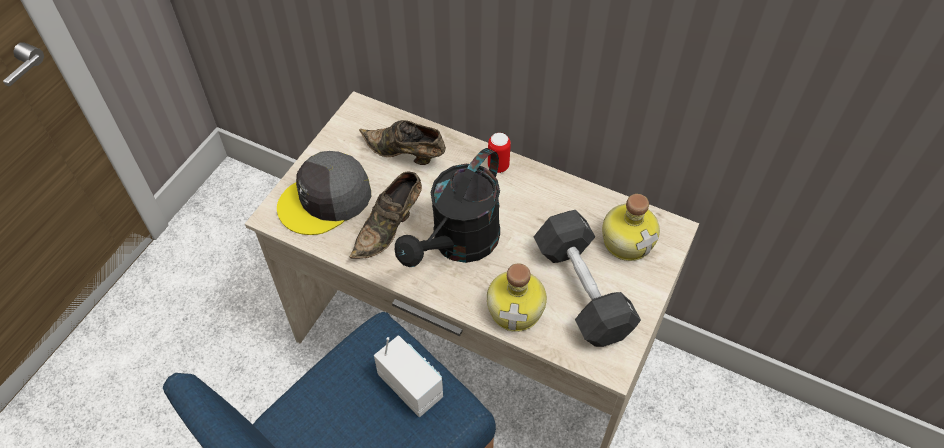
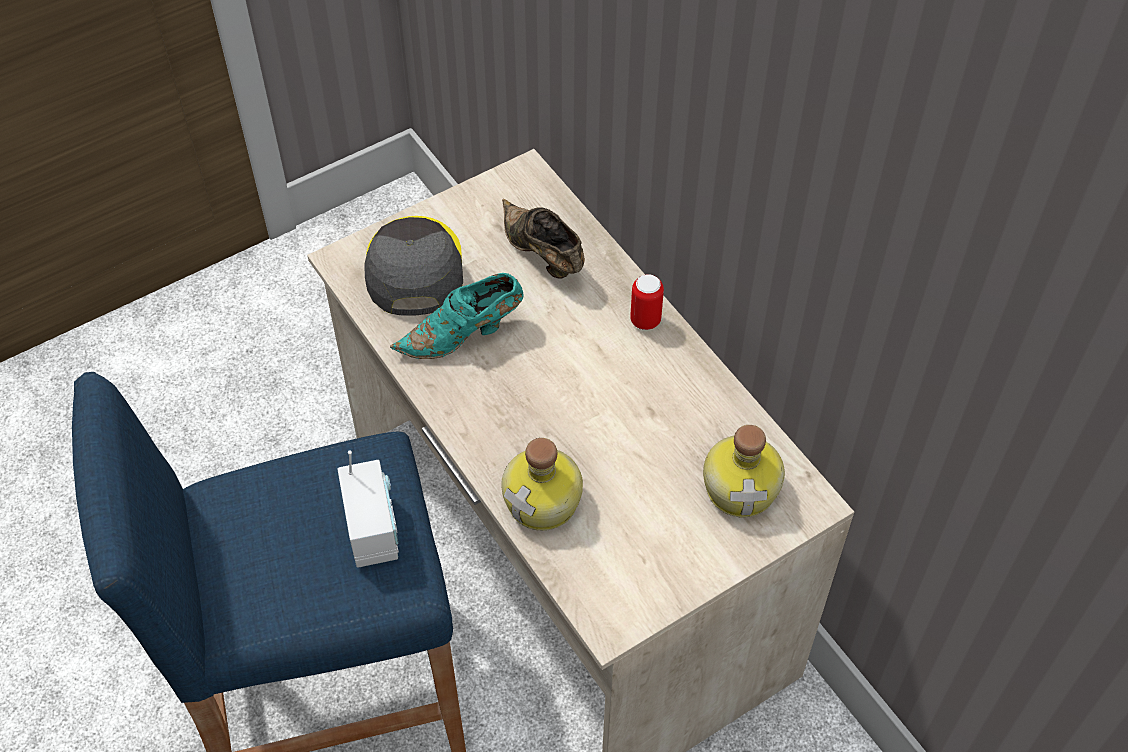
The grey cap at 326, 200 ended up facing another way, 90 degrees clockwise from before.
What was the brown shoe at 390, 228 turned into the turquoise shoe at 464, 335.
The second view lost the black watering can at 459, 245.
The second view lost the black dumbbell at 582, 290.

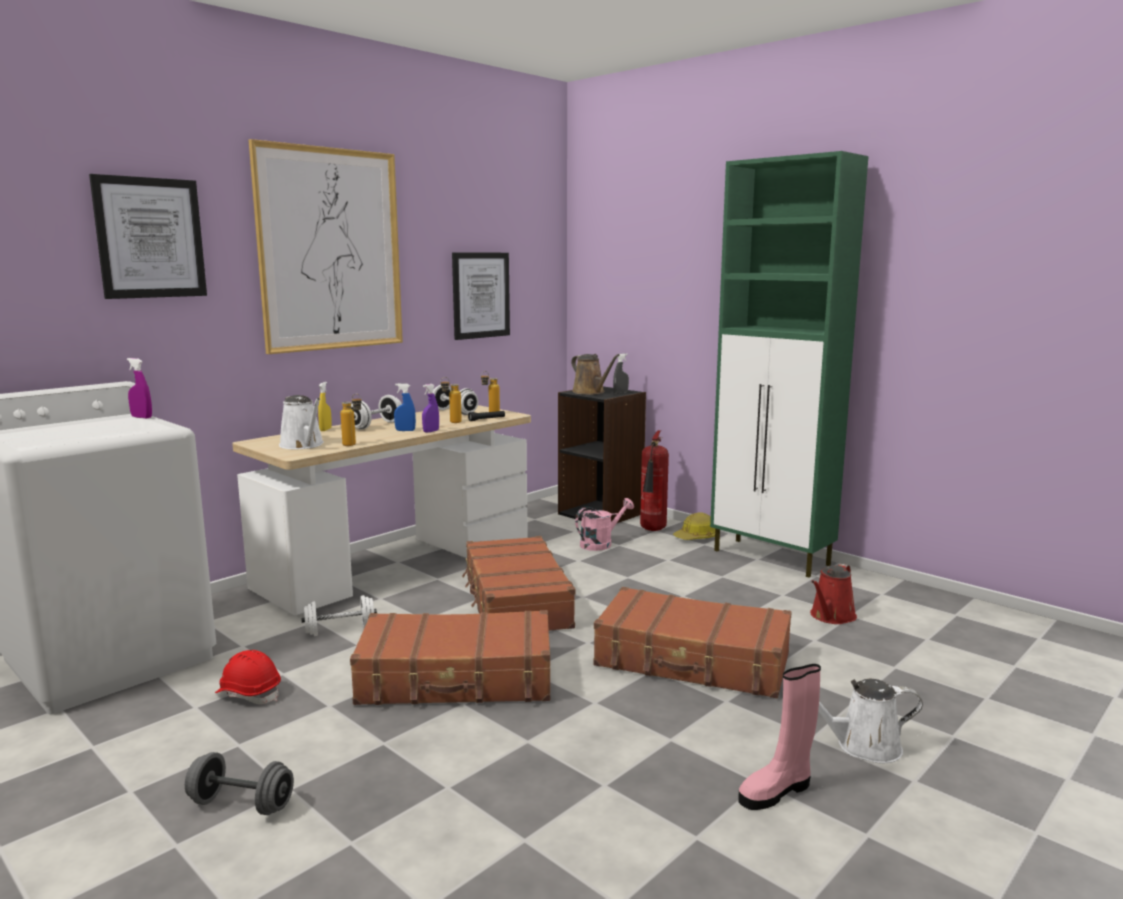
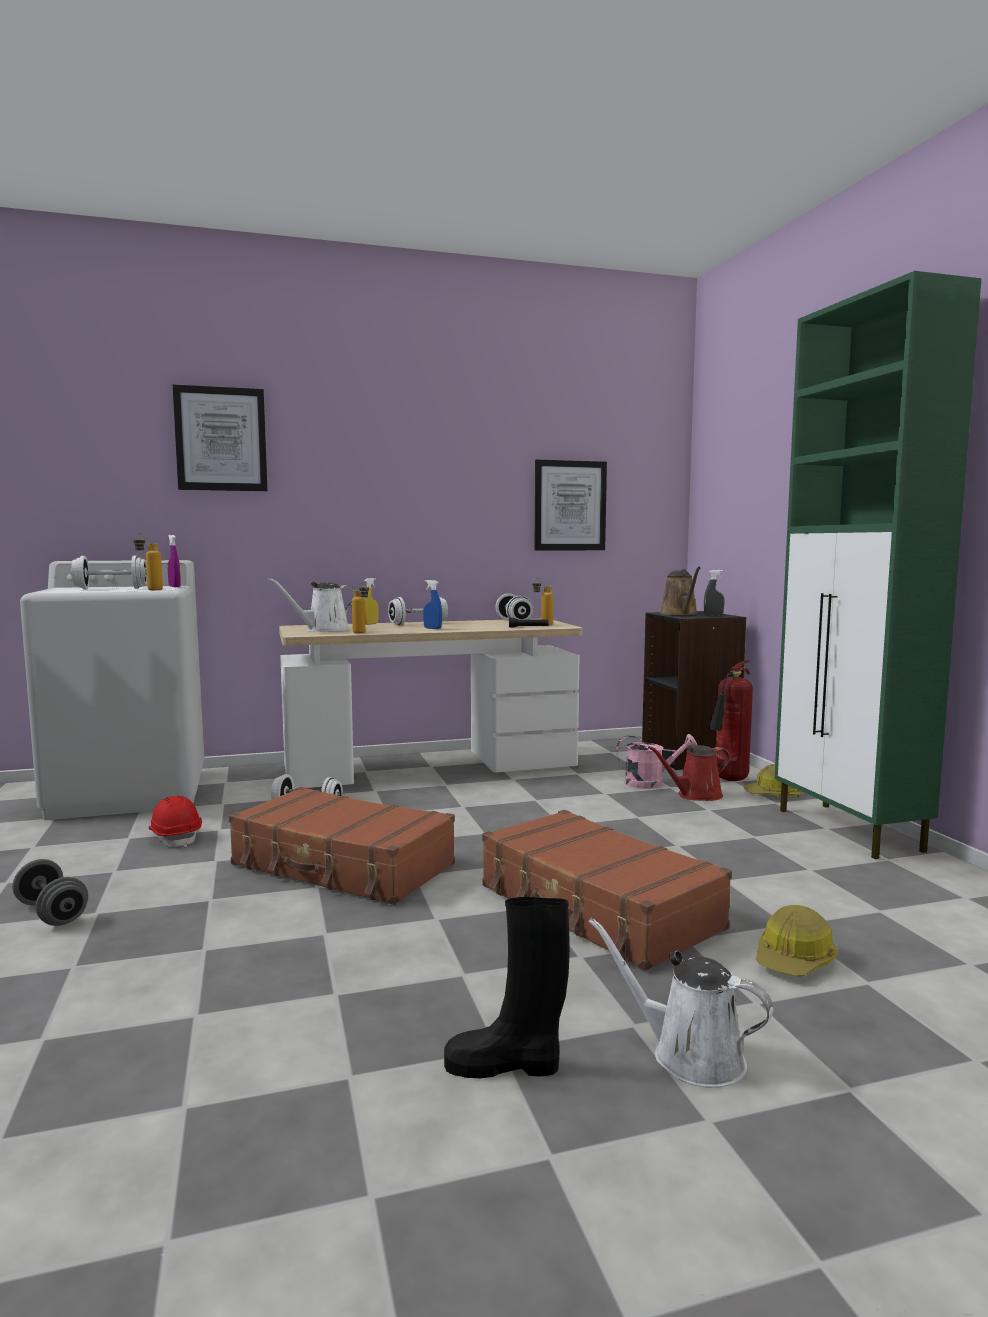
The second view gained the white dumbbell at 111, 589.
The bottle ended up elsewhere, having gone from 451, 422 to 149, 590.
The white watering can at 303, 445 ended up facing another way, 60 degrees clockwise from before.
What was the pink boot at 776, 791 turned into the black boot at 505, 1065.
The red watering can ended up elsewhere, having gone from 831, 617 to 695, 795.
The second view gained the hard hat at 794, 960.
The second view lost the picture at 330, 250.
The second view lost the purple spray bottle at 431, 431.
The second view lost the brown suitcase at 515, 601.

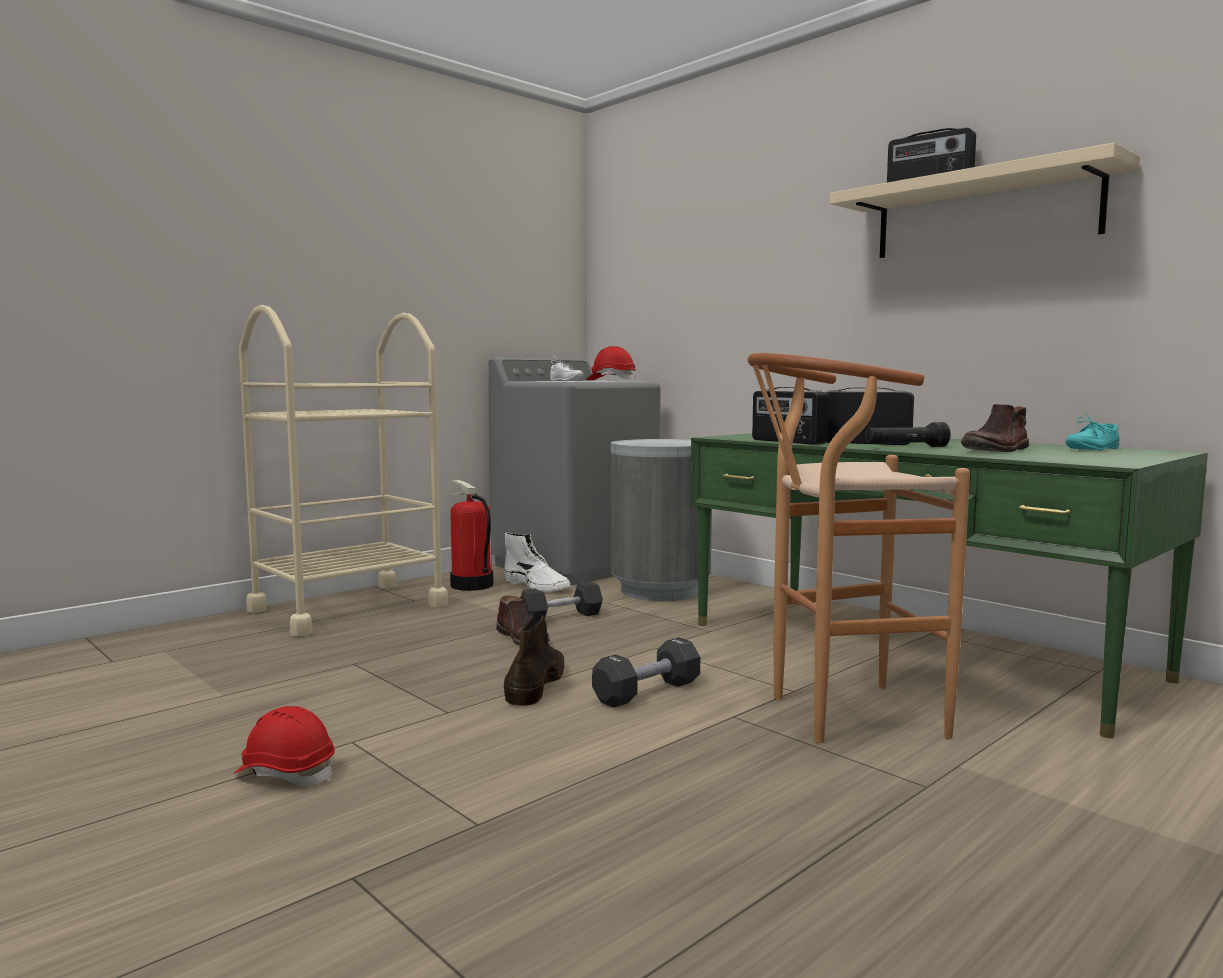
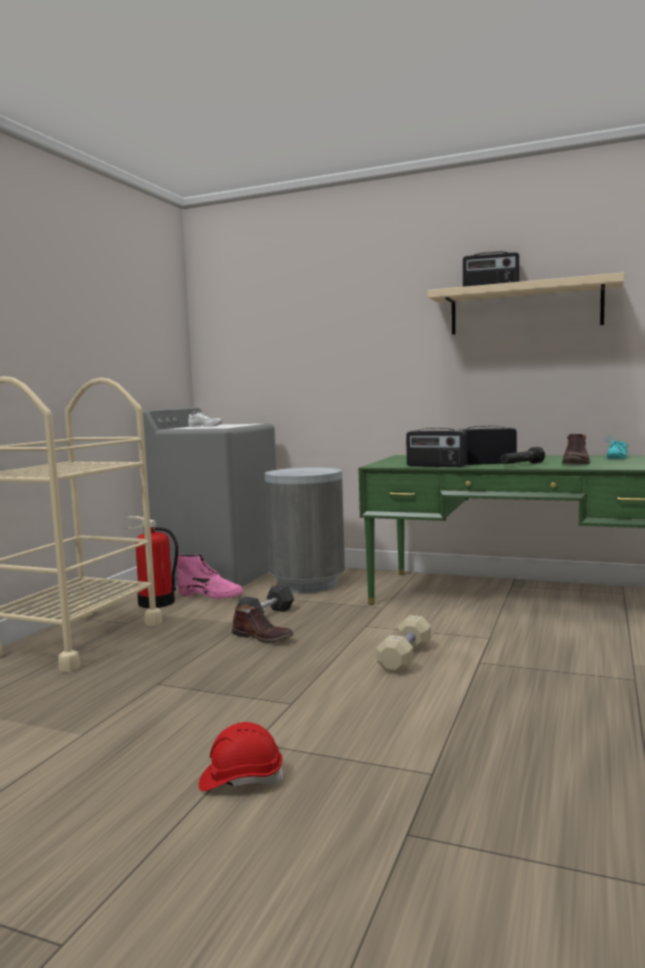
What was the white boot at 537, 586 turned into the pink boot at 211, 595.
What was the black dumbbell at 647, 692 turned into the beige dumbbell at 405, 658.
The second view lost the brown boot at 536, 683.
The second view lost the red hard hat at 611, 380.
The second view lost the brown stool at 839, 715.

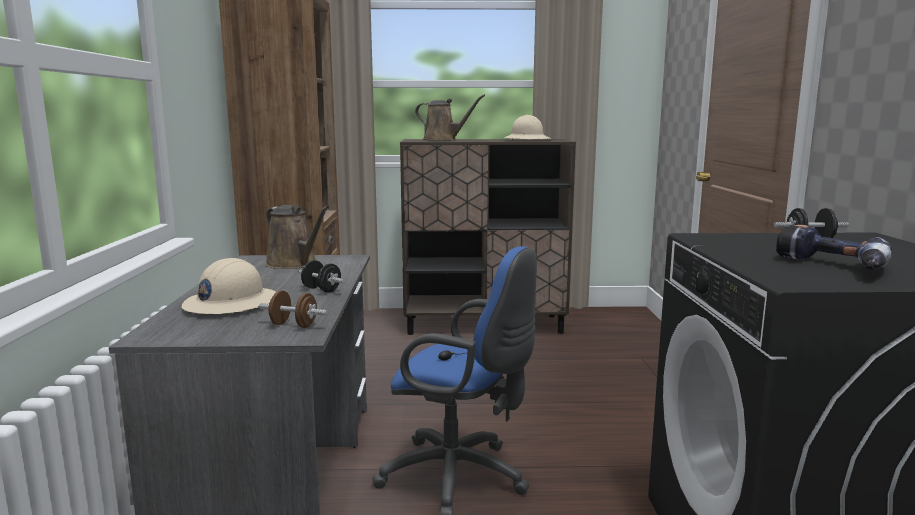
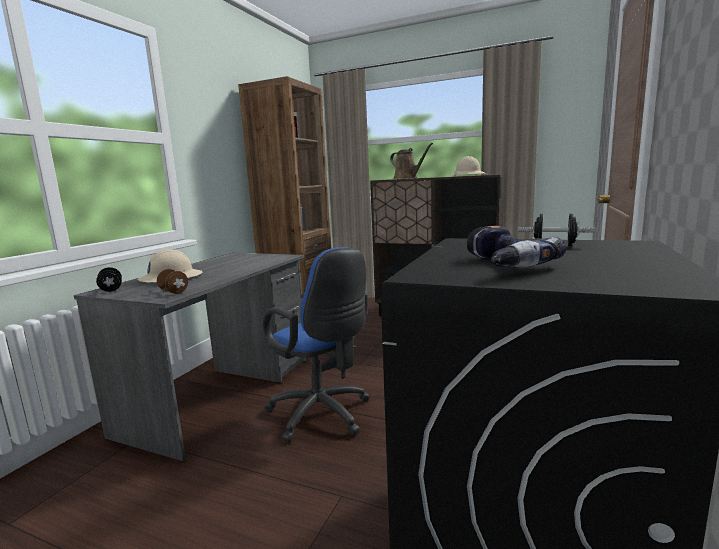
The black dumbbell ended up elsewhere, having gone from 321, 290 to 111, 289.
The second view lost the brown watering can at 294, 264.

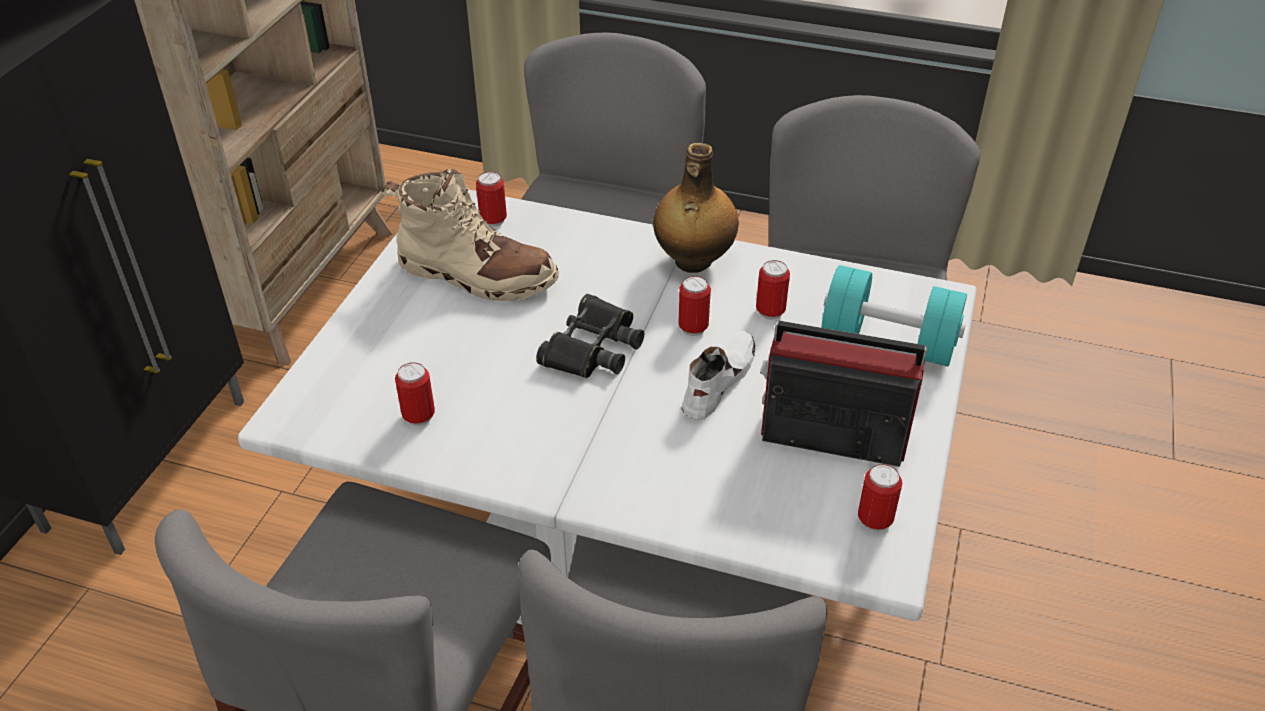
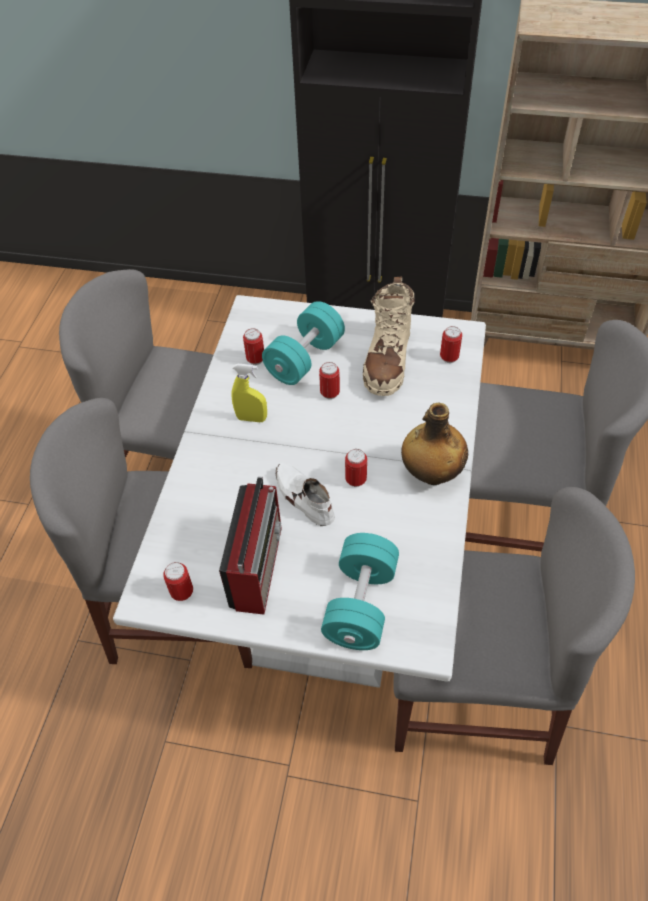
The second view gained the yellow spray bottle at 251, 418.
The second view gained the turquoise dumbbell at 305, 358.
The white shoe at 717, 381 ended up facing another way, 150 degrees counterclockwise from before.
The can ended up elsewhere, having gone from 770, 312 to 330, 393.
The second view lost the black binoculars at 592, 347.

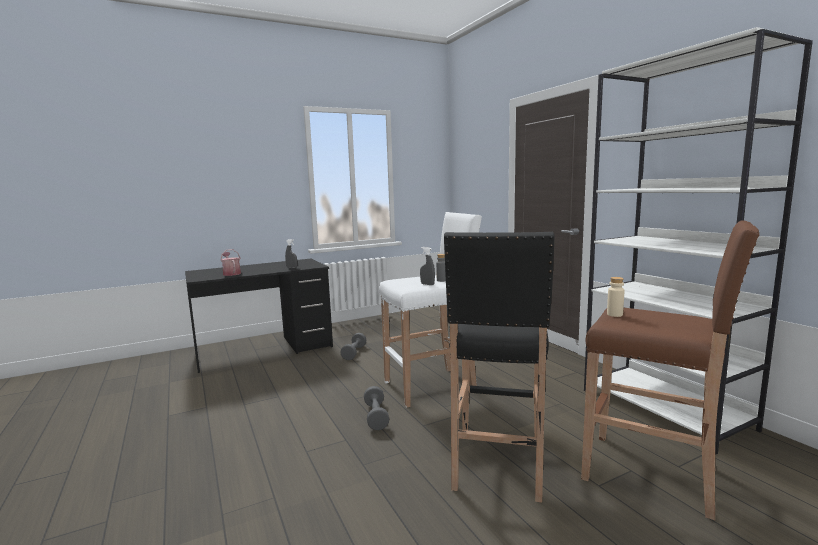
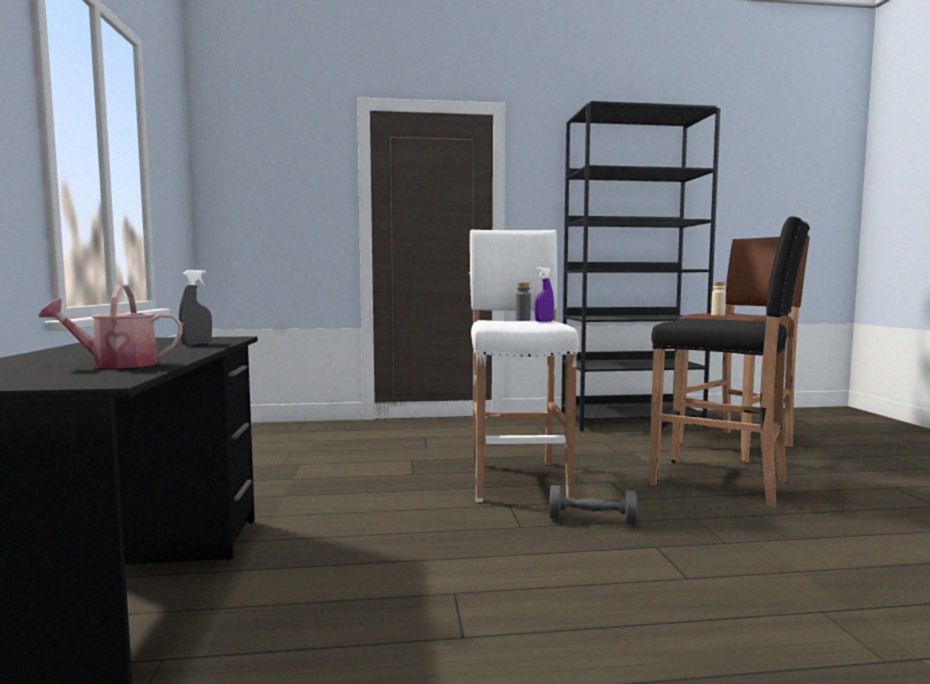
What was the grey spray bottle at 427, 284 turned into the purple spray bottle at 543, 321.
What was the white bookcase at 665, 409 turned into the black bookcase at 631, 421.
The second view lost the grey dumbbell at 354, 353.

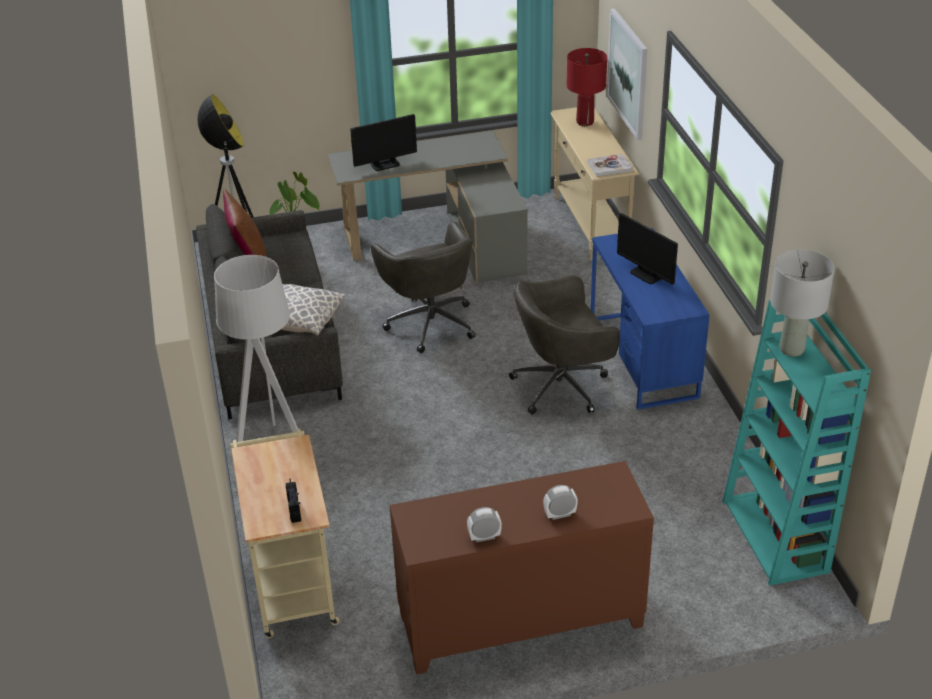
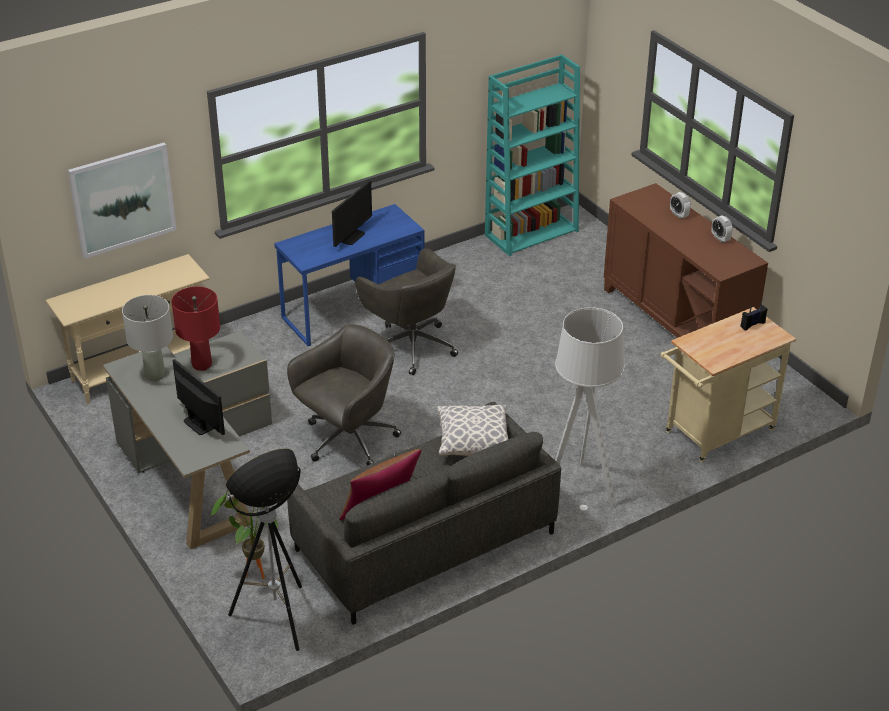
The grey table lamp ended up elsewhere, having gone from 792, 349 to 155, 375.
The red table lamp ended up elsewhere, having gone from 584, 122 to 201, 365.
The second view lost the book at 609, 166.

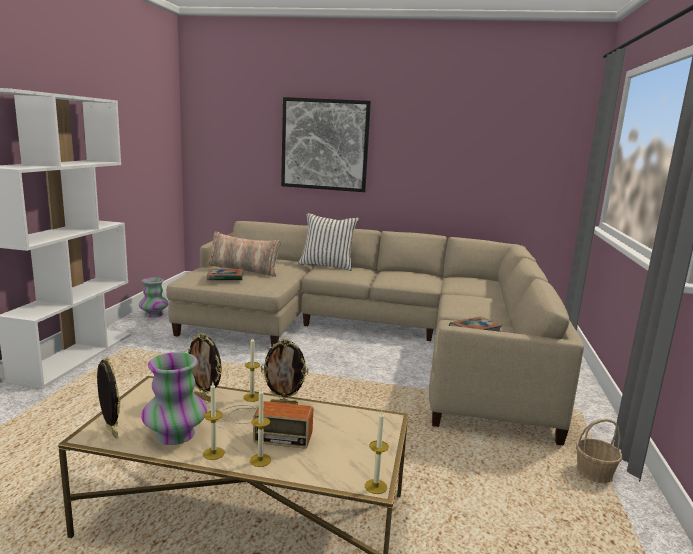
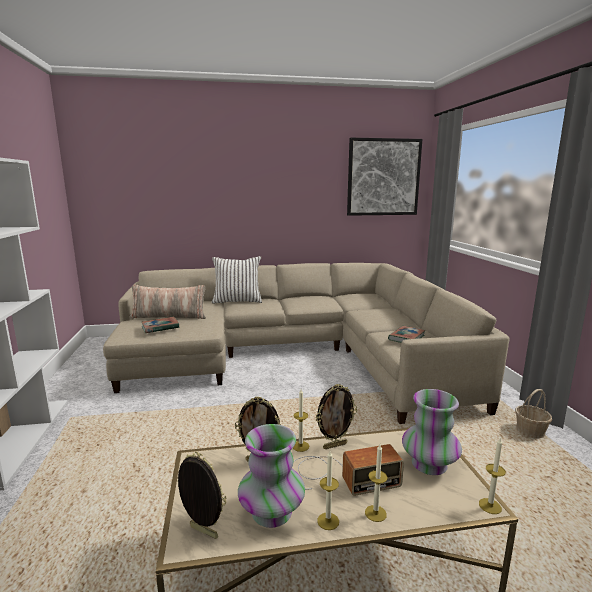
The picture ended up elsewhere, having gone from 325, 145 to 383, 177.
The vase ended up elsewhere, having gone from 154, 315 to 428, 464.

